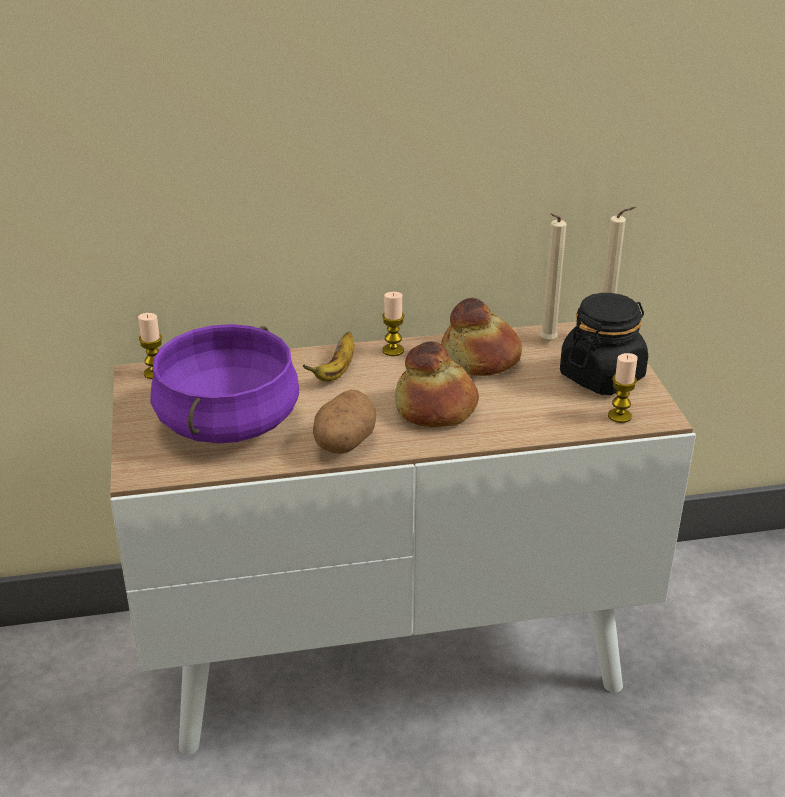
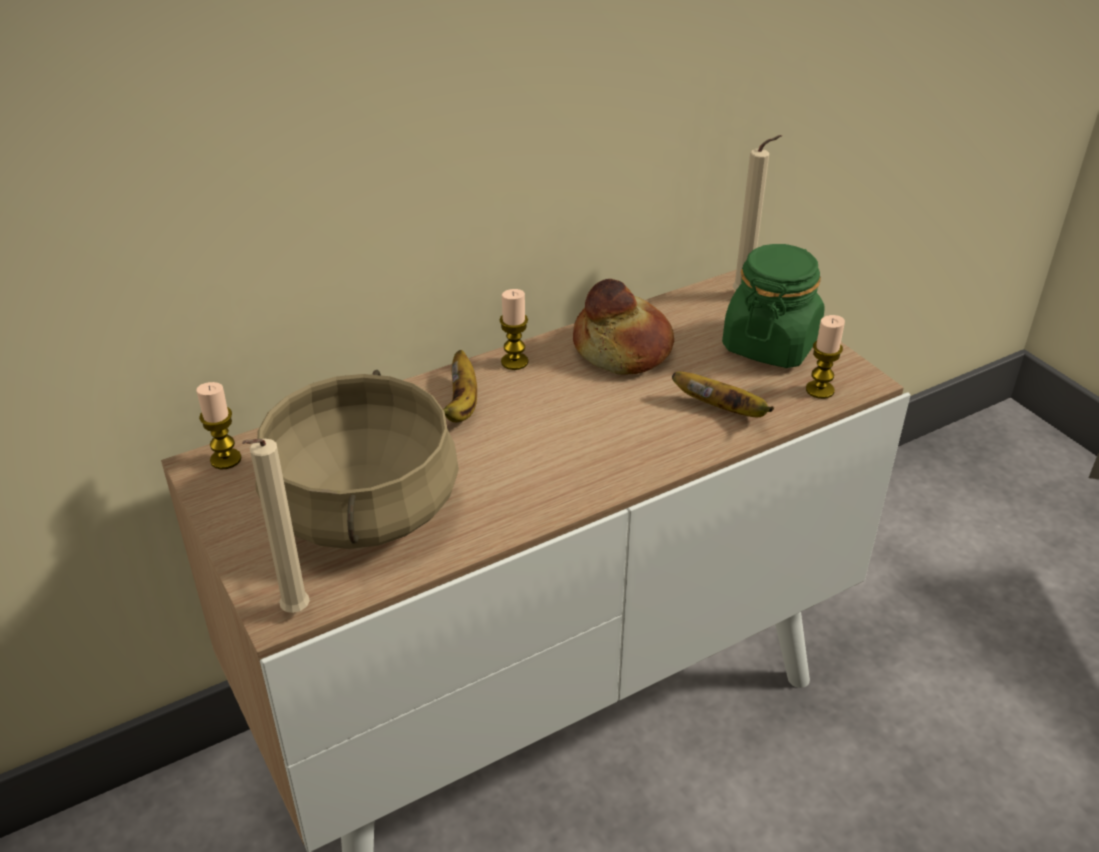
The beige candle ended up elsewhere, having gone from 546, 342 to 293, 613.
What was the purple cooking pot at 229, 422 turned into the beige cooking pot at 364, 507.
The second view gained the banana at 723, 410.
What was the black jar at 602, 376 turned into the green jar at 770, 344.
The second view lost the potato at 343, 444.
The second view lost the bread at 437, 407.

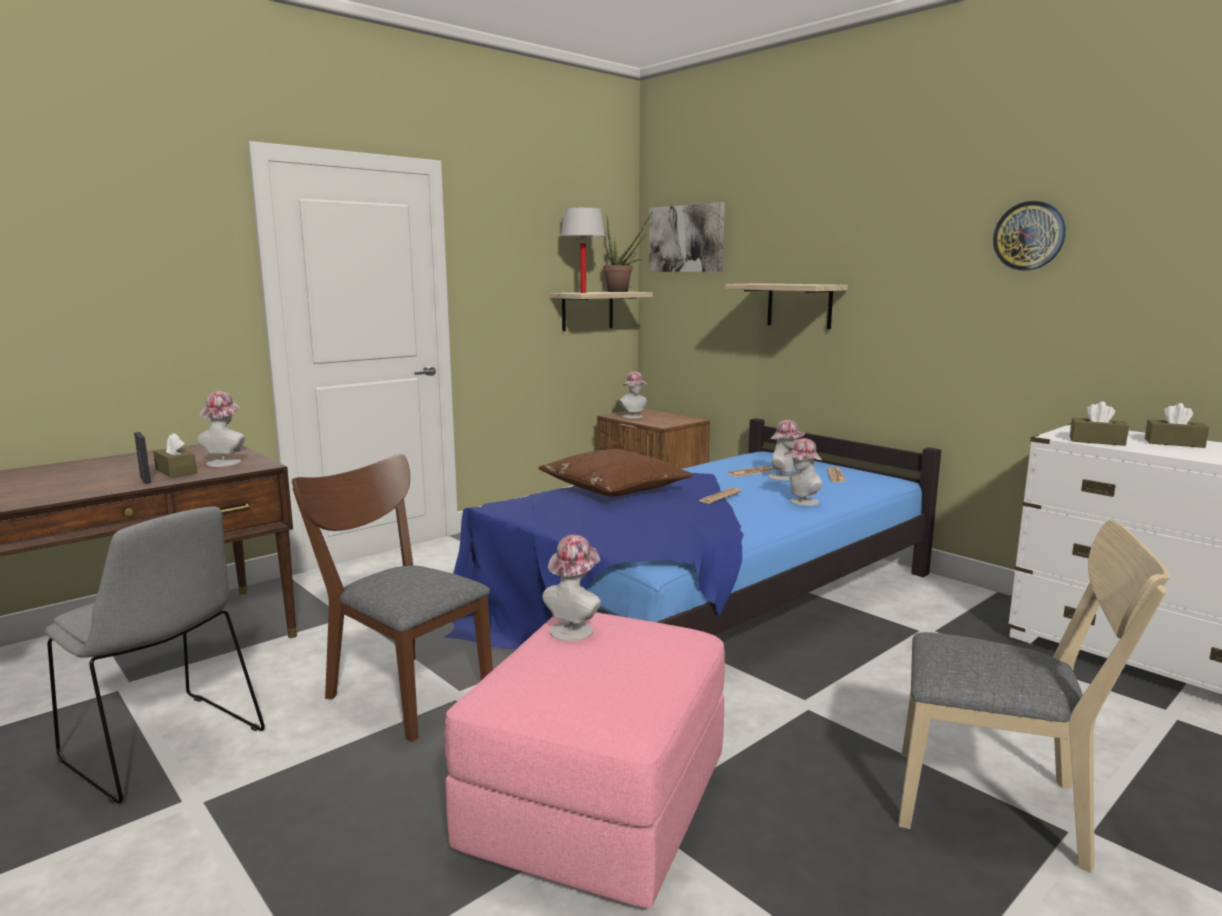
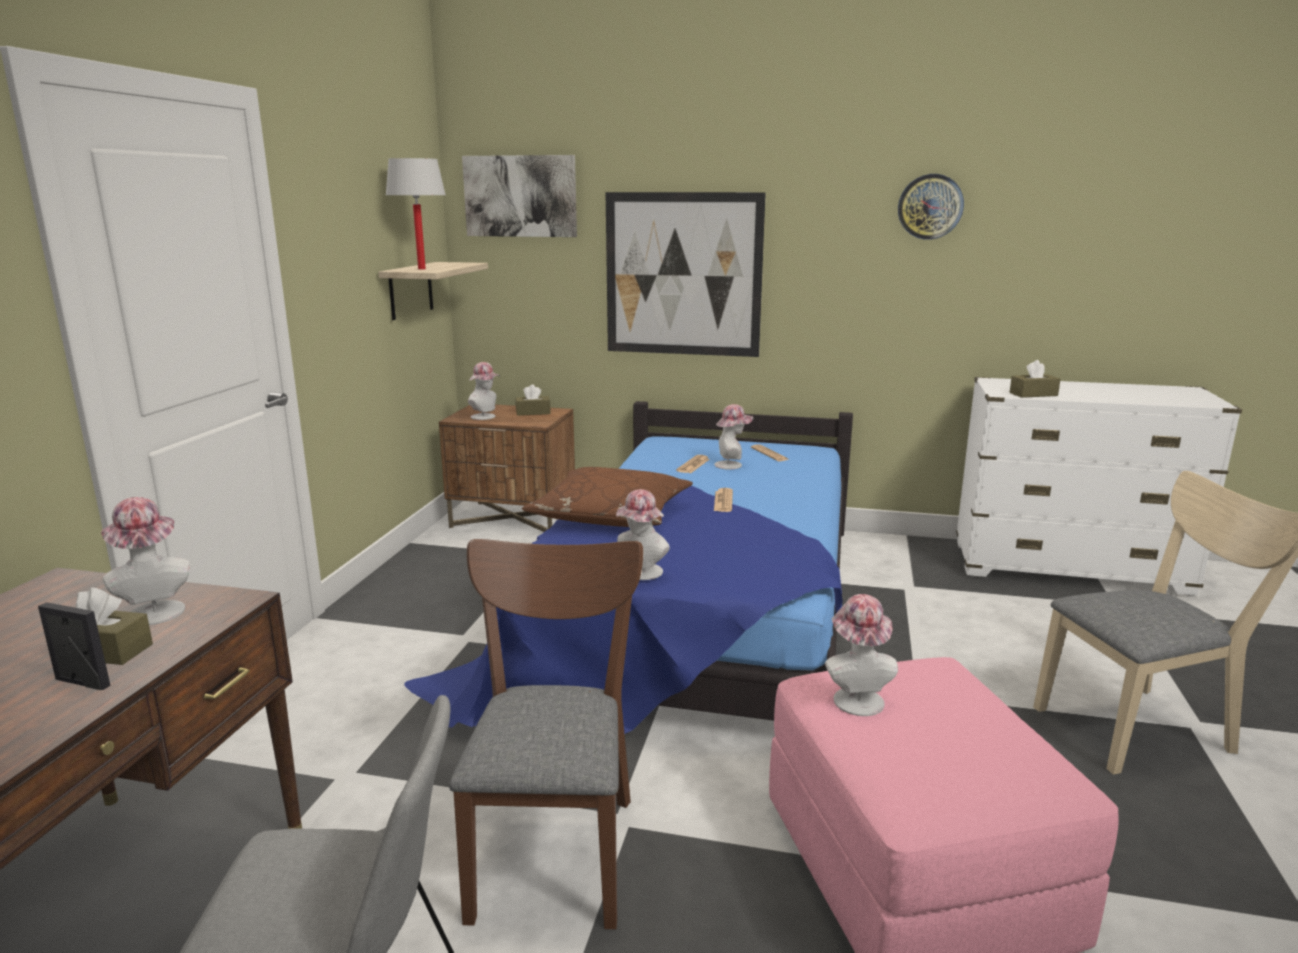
The brown chair at 402, 691 ended up facing another way, 90 degrees clockwise from before.
The brown tissue box ended up elsewhere, having gone from 1174, 443 to 533, 412.
Where the shelf hung at 799, 305, the picture came to hang at 683, 275.
The hat ended up elsewhere, having gone from 801, 502 to 640, 574.
The second view lost the potted plant at 622, 291.

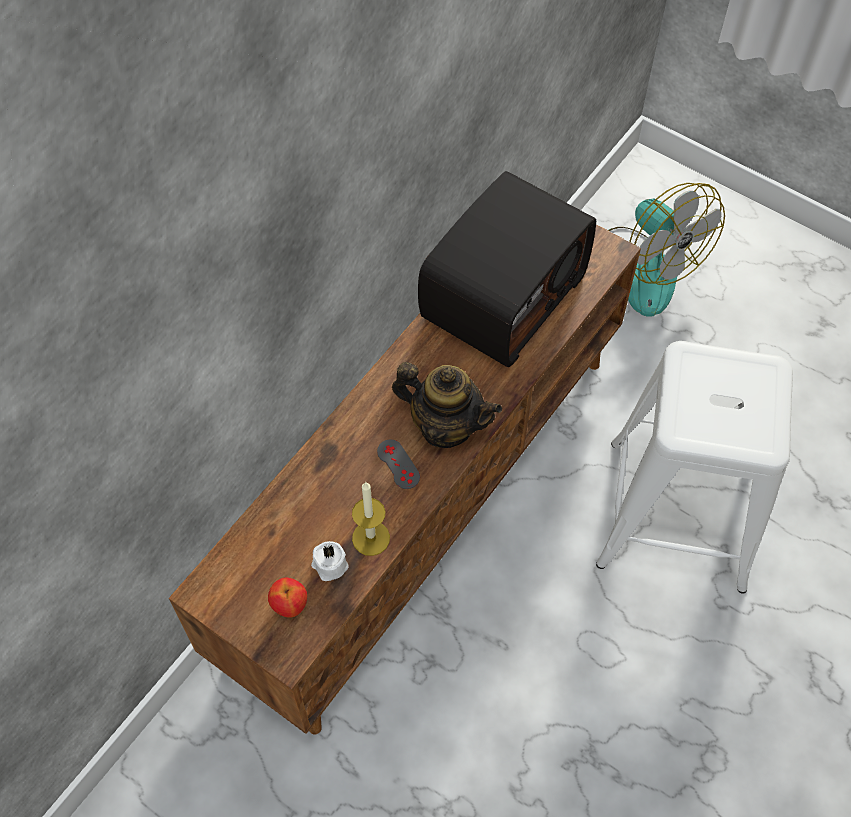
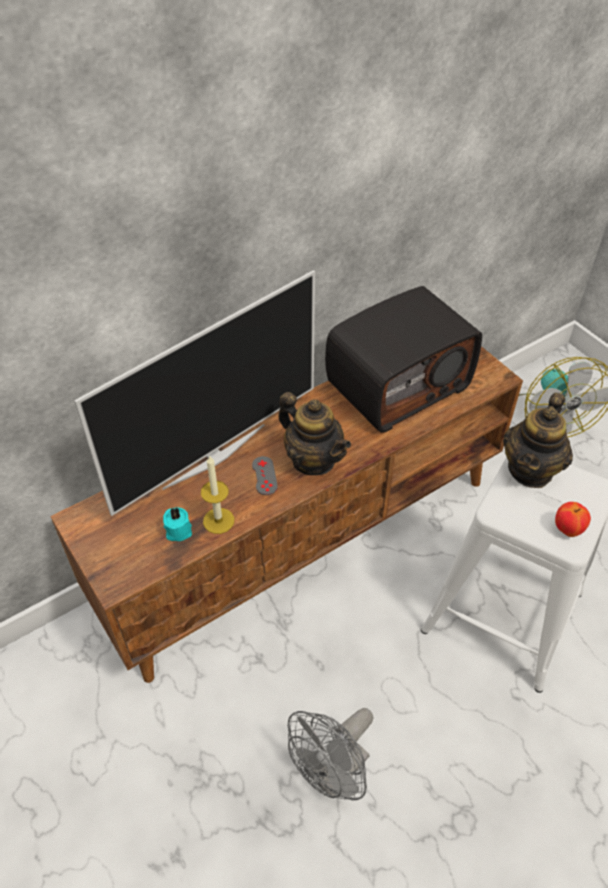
The second view gained the television at 213, 455.
What was the white candle at 329, 565 turned into the turquoise candle at 178, 530.
The second view gained the grey fan at 332, 774.
The second view gained the teapot at 531, 470.
The apple ended up elsewhere, having gone from 290, 605 to 567, 529.

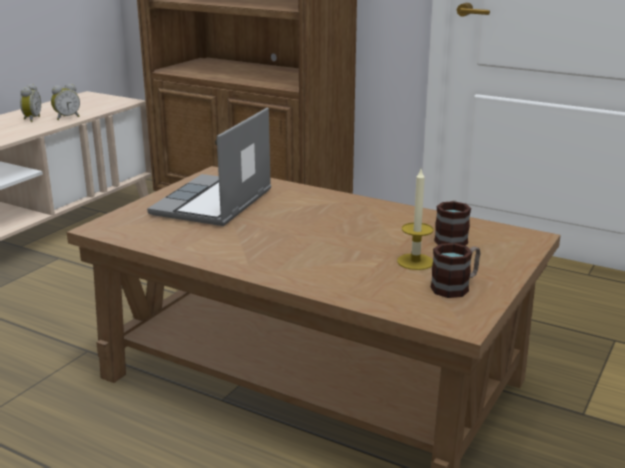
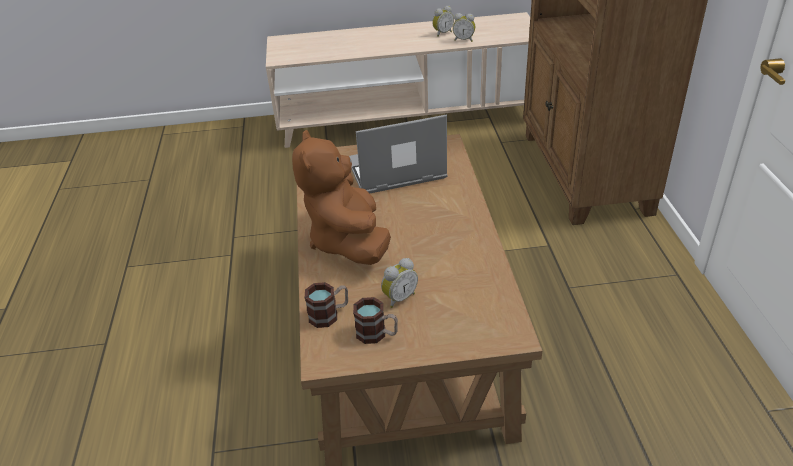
The second view gained the brown plush toy at 348, 241.
The mug ended up elsewhere, having gone from 451, 239 to 329, 314.
Where the candle stood at 415, 262, the alarm clock came to stand at 399, 298.

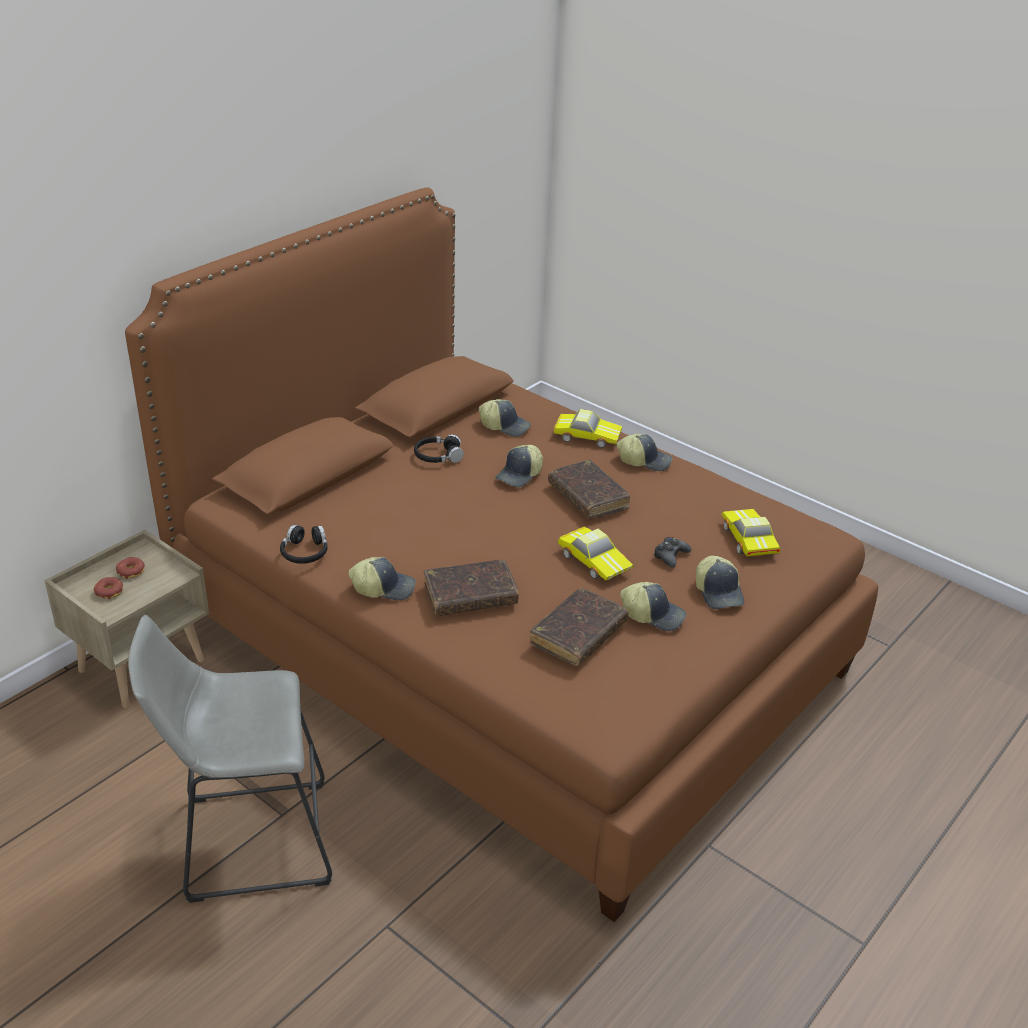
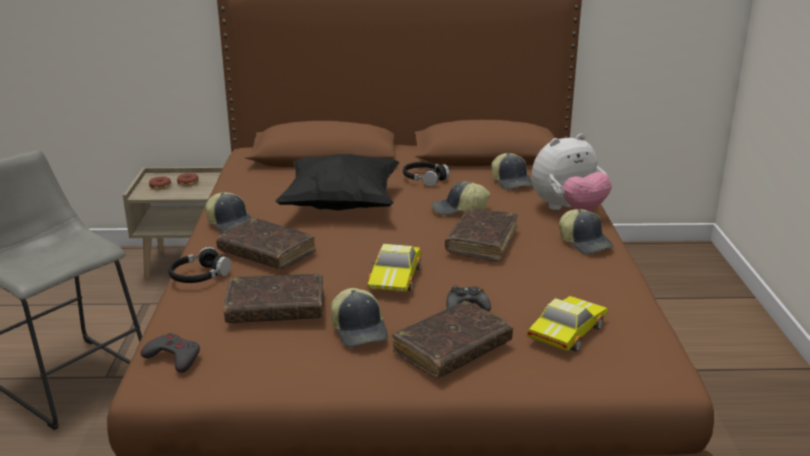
The second view gained the grey game controller at 173, 357.
The black headphones ended up elsewhere, having gone from 305, 552 to 199, 276.
The second view gained the black pillow at 341, 205.
Where the cap stood at 719, 592, the brown book came to stand at 452, 349.
Where the toy car stood at 587, 435, the plush toy came to stand at 568, 210.

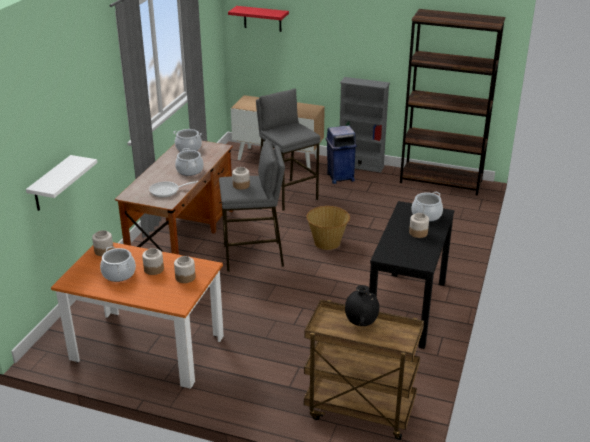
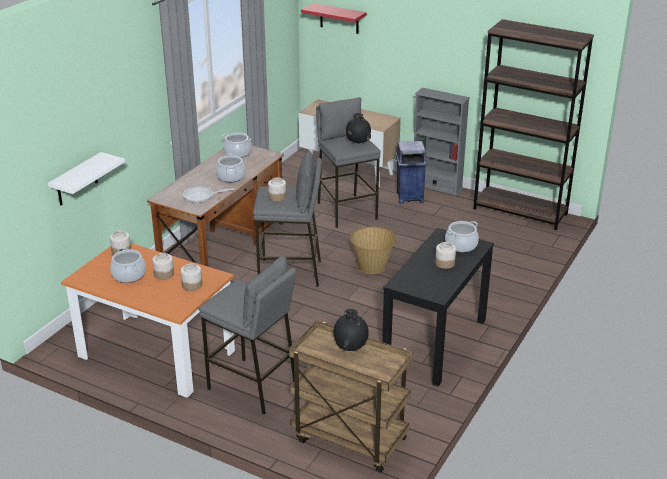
The second view gained the grey stool at 253, 386.
The second view gained the black vase at 358, 143.

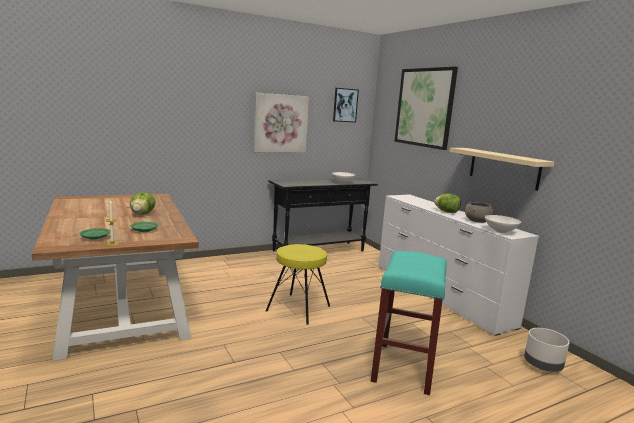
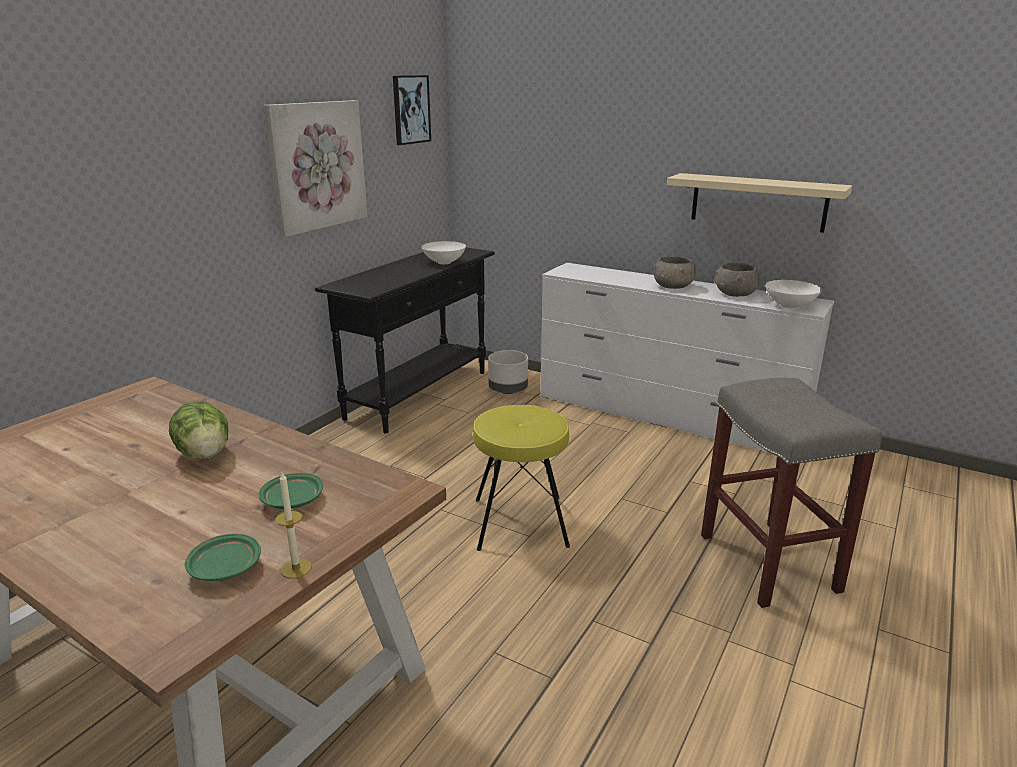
The grey planter ended up elsewhere, having gone from 543, 366 to 508, 390.
Where the lettuce stood at 446, 212, the grey bowl came to stand at 673, 287.
What was the turquoise stool at 404, 368 turned into the grey stool at 770, 563.
The second view lost the picture at 424, 107.

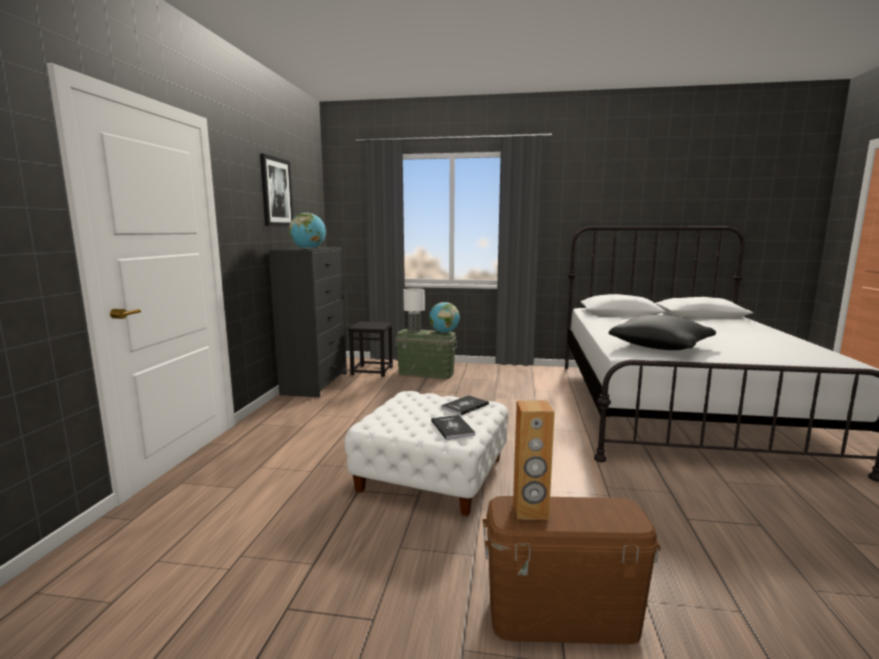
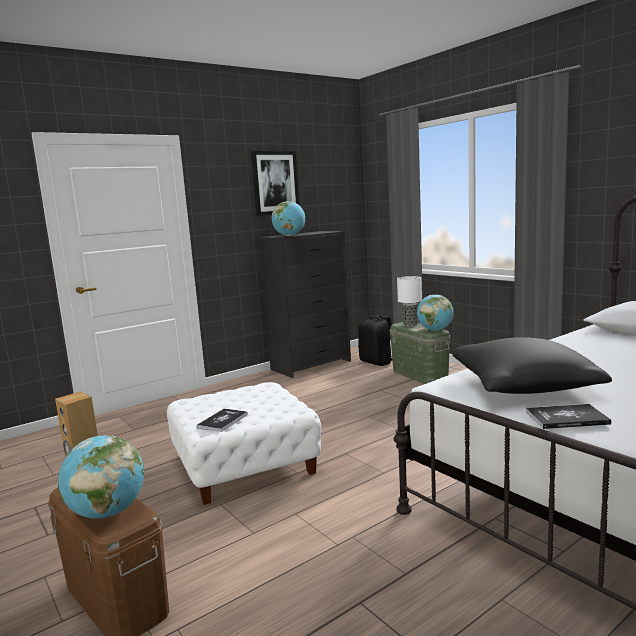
The second view gained the globe at 107, 513.
Where the black stool stood at 372, 371, the black backpack came to stand at 377, 362.
The book ended up elsewhere, having gone from 465, 406 to 566, 418.

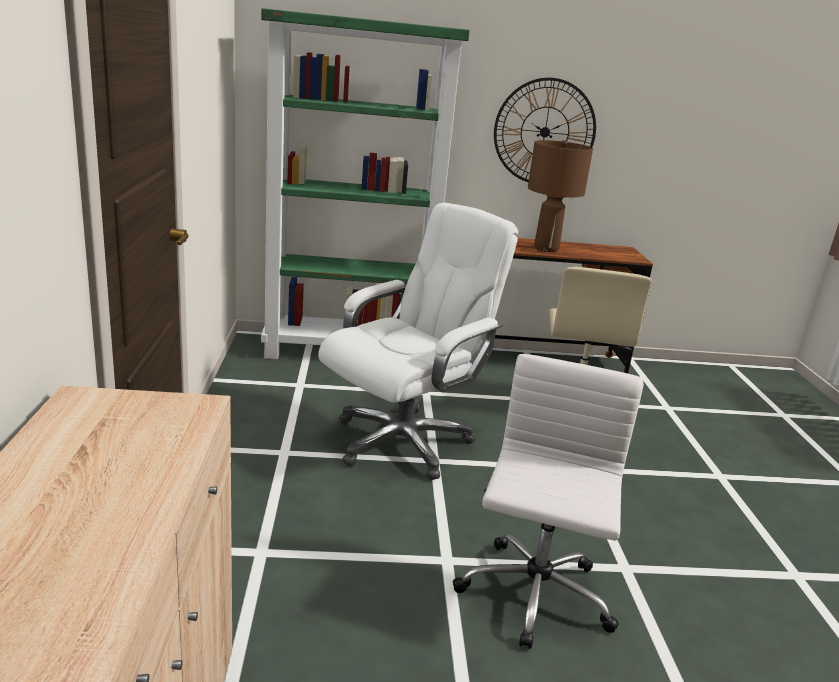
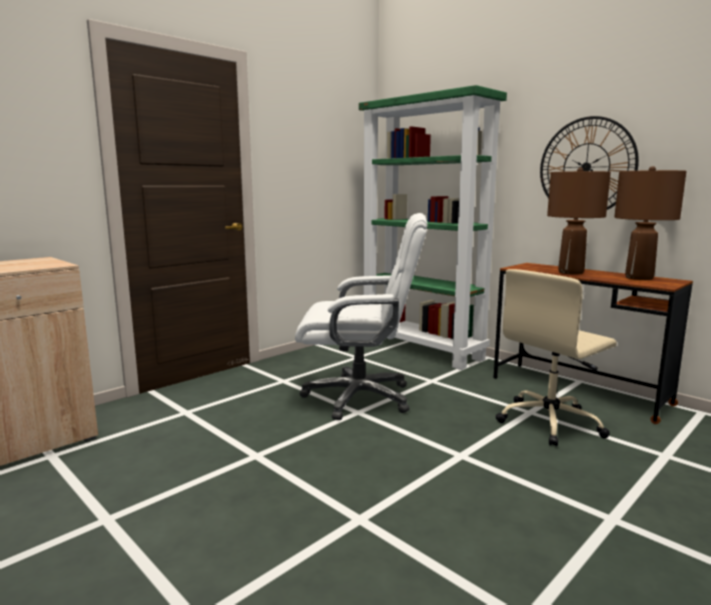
The second view gained the brown table lamp at 639, 278.
The second view lost the white office chair at 533, 596.

